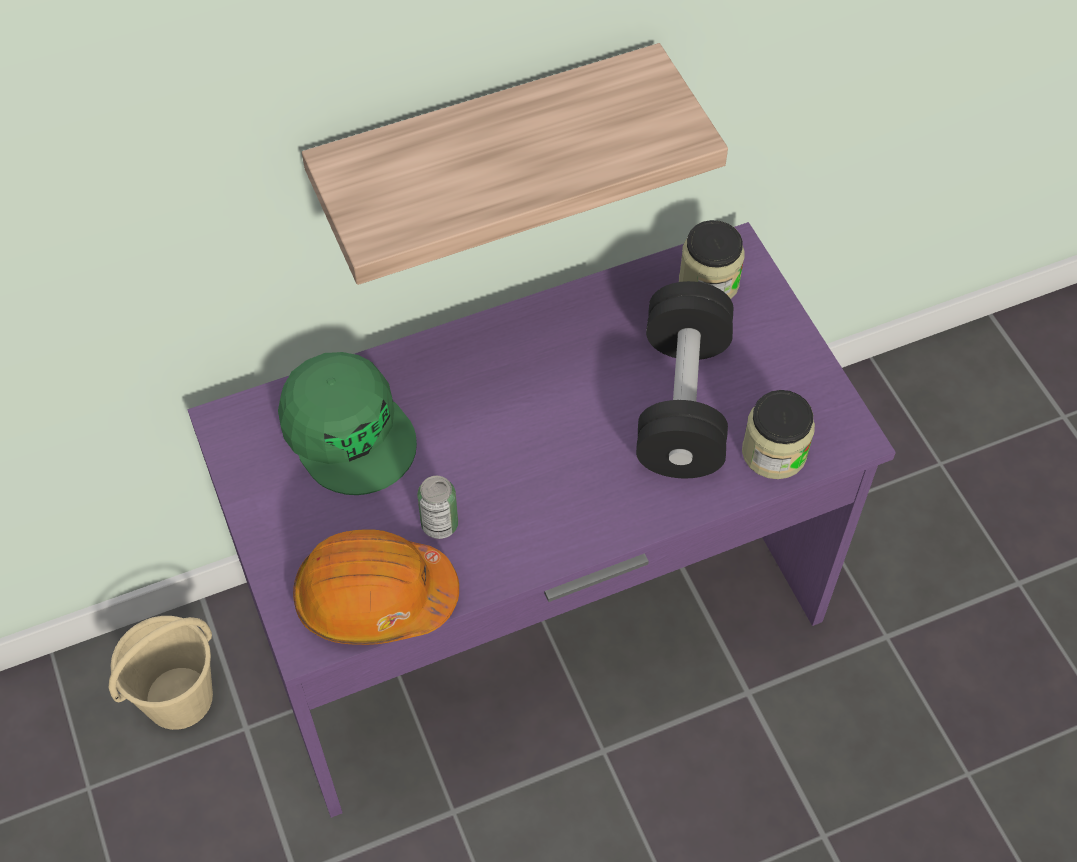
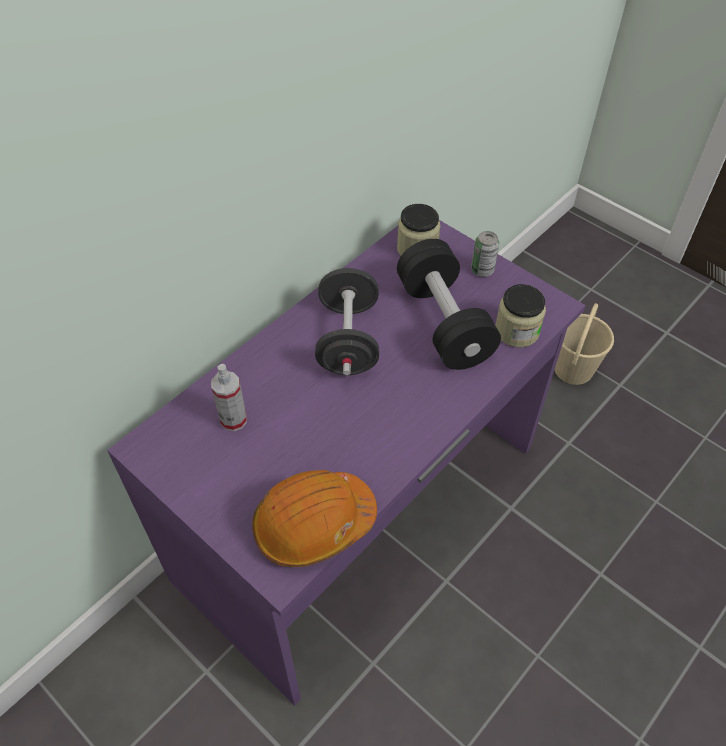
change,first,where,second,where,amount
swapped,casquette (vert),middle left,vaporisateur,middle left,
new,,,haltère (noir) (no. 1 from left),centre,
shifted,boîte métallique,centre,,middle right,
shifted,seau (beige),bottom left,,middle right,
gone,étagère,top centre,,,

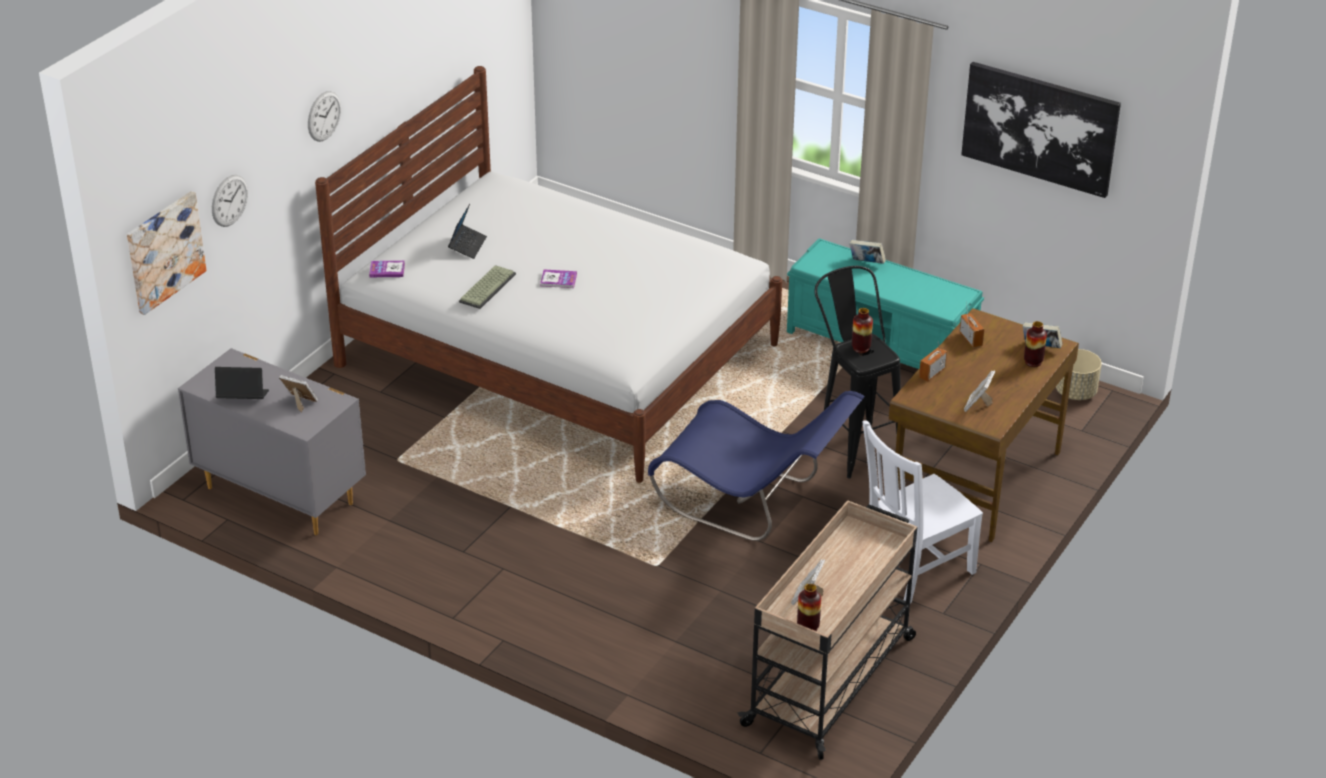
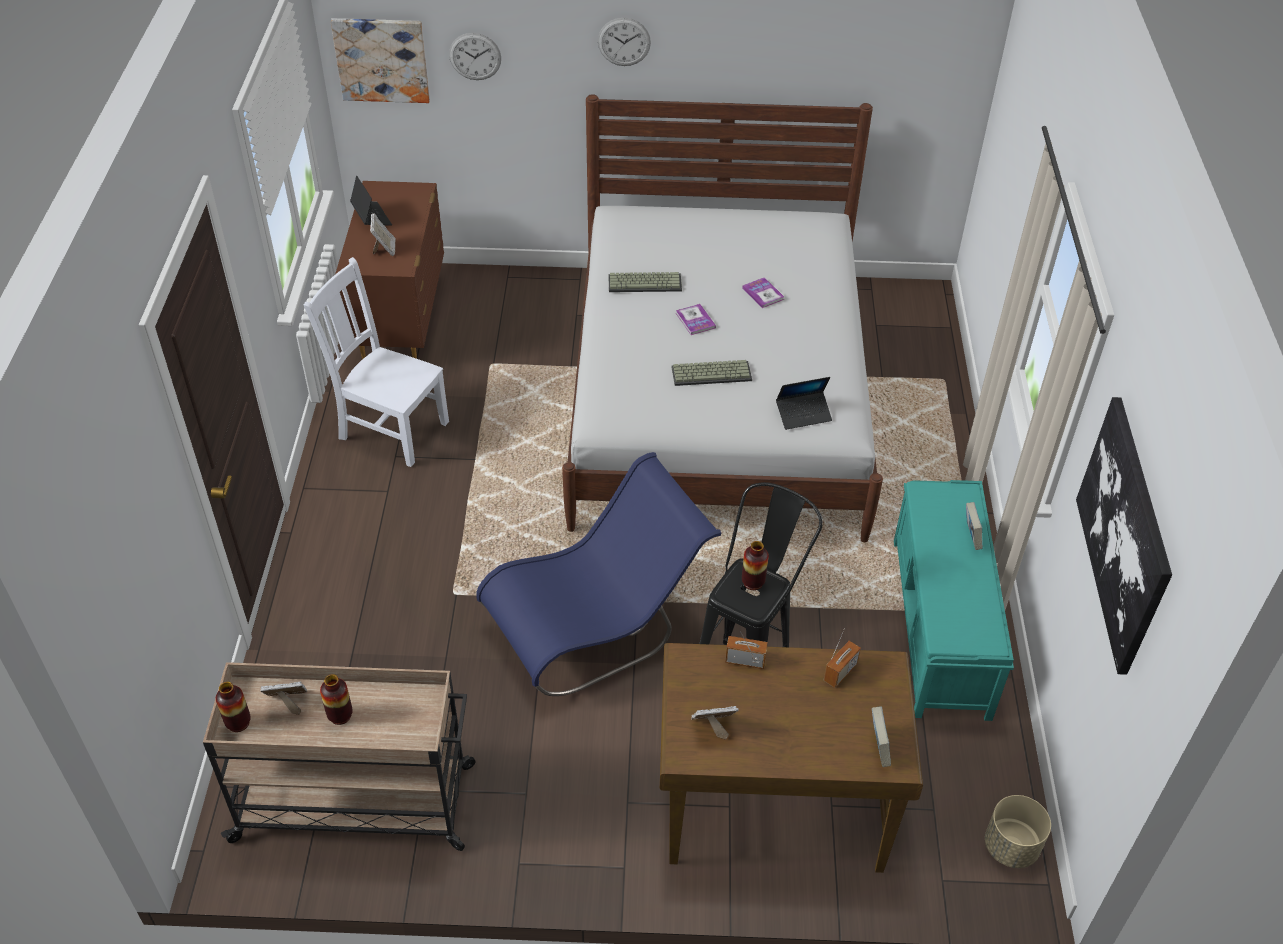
change,first,where,second,where,amount
shifted,chaise (blanc),middle right,,middle left,
shifted,vase (no. 3 from left in the first image),middle right,vase (no. 2 from left),bottom left,
repainted,commode (gris),middle left,commode (marron),top left,
rotated,chaise (bleu),centre,,centre,120 degrees counterclockwise
new,,,clavier (no. 2 from left),centre,
shifted,livre (no. 1 from left in the first image),middle left,livre (no. 2 from left),top centre,
shifted,ordinateur portable (no. 2 from left),top centre,,centre,

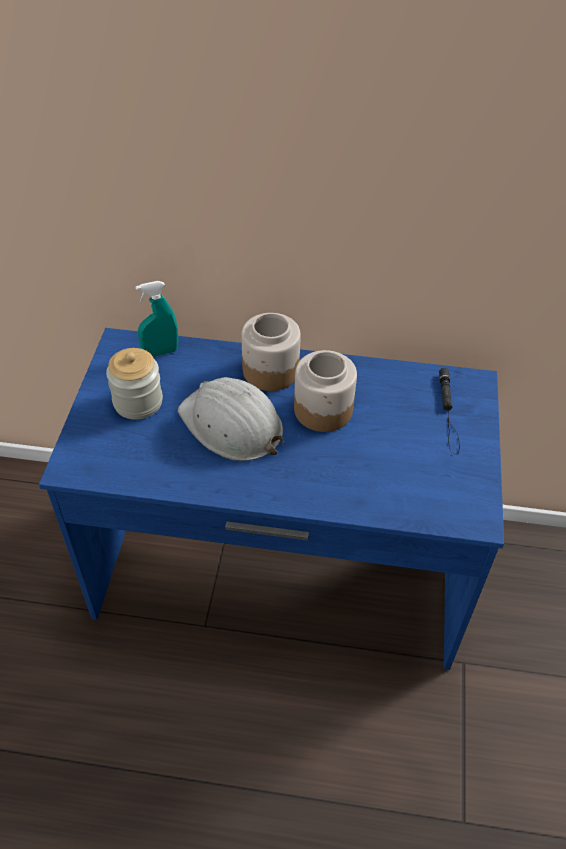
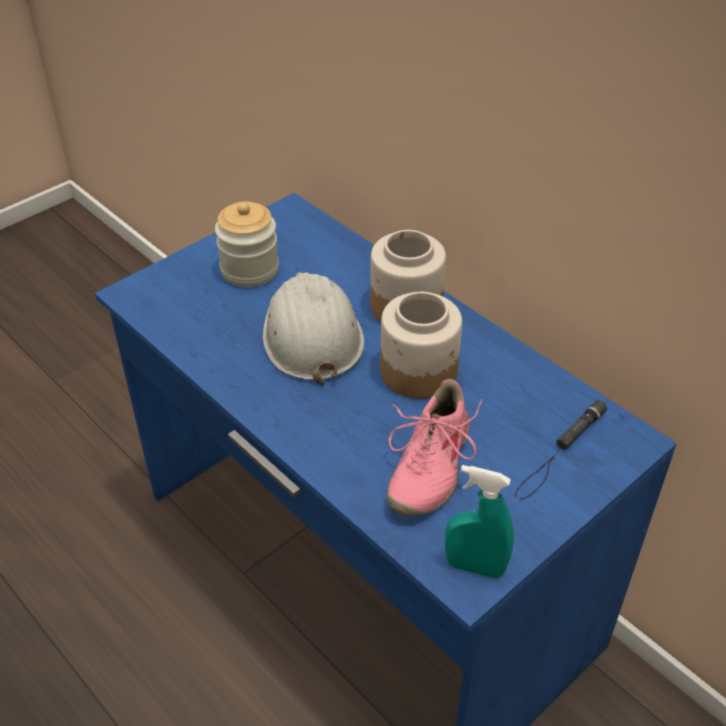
change,first,where,second,where,amount
new,,,chaussure (rose),centre,
shifted,vaporisateur (turquoise),middle left,,bottom centre,

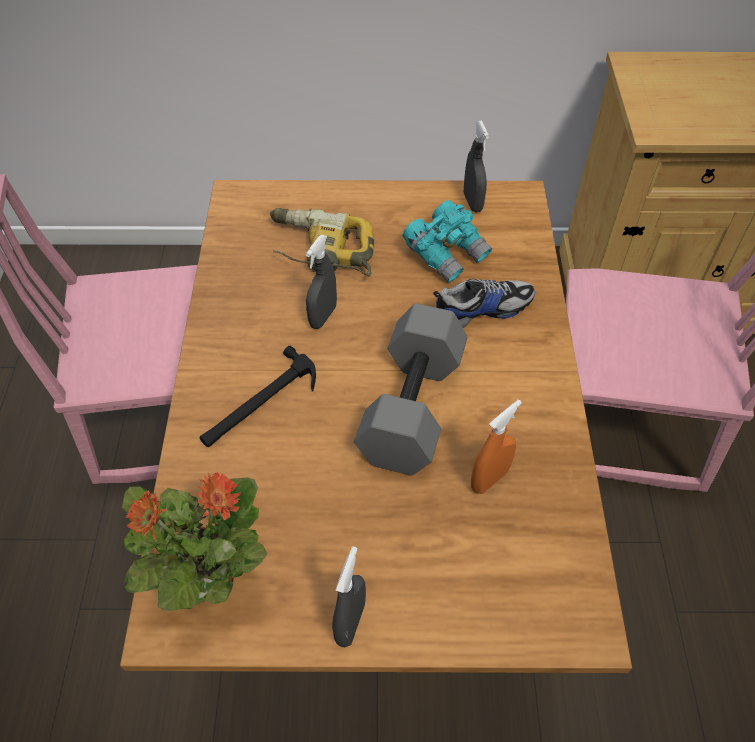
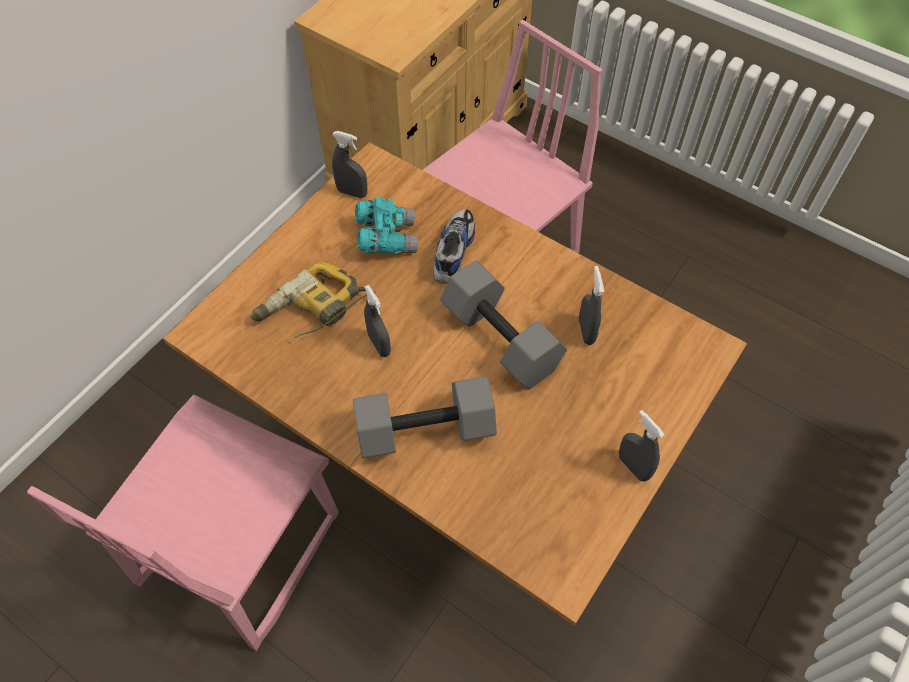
change,first,where,second,where,amount
swapped,marteau,centre,haltère (gris) (no. 1 from left),centre,
repainted,vaporisateur (orange),centre,vaporisateur (gris) (no. 3 from left),centre,
gone,plante en pot,bottom left,,,

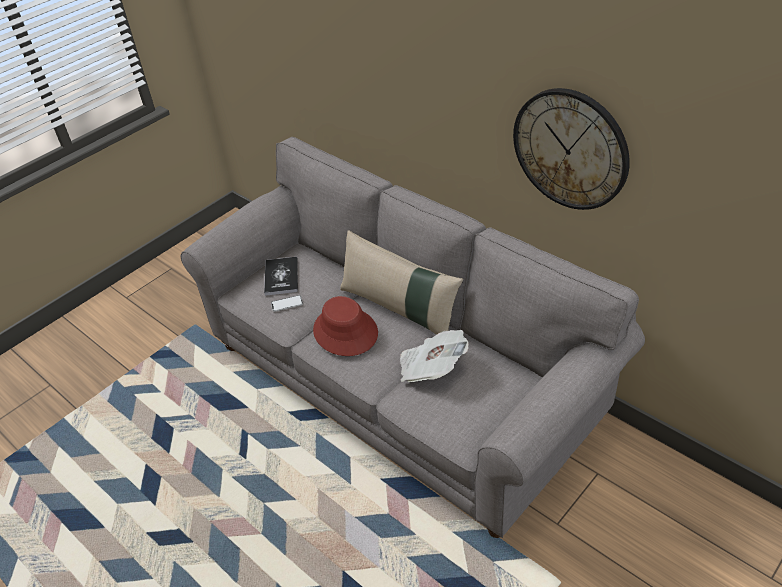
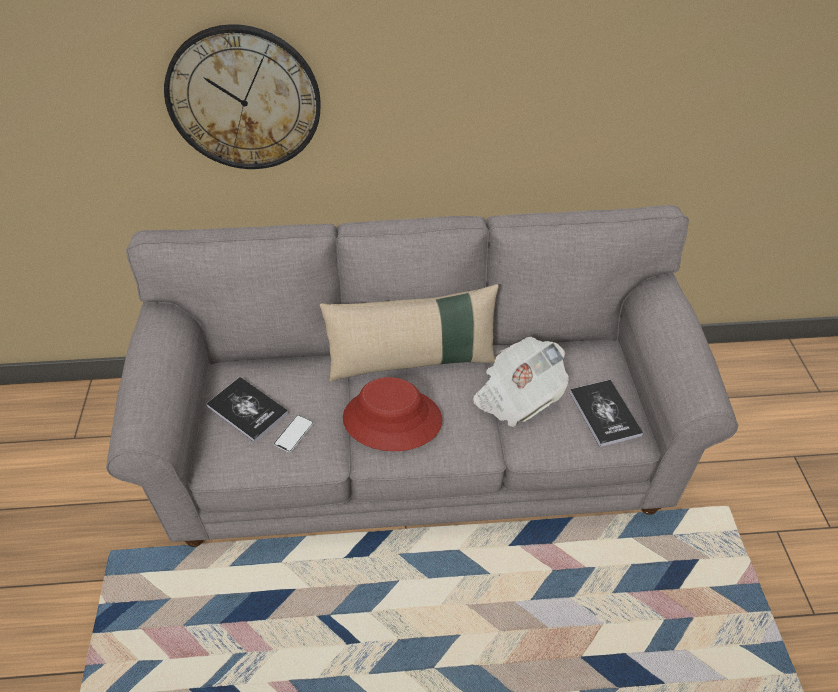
change,first,where,second,where,amount
shifted,horloge murale,top right,,top left,
new,,,livre (no. 2 from left),middle right,

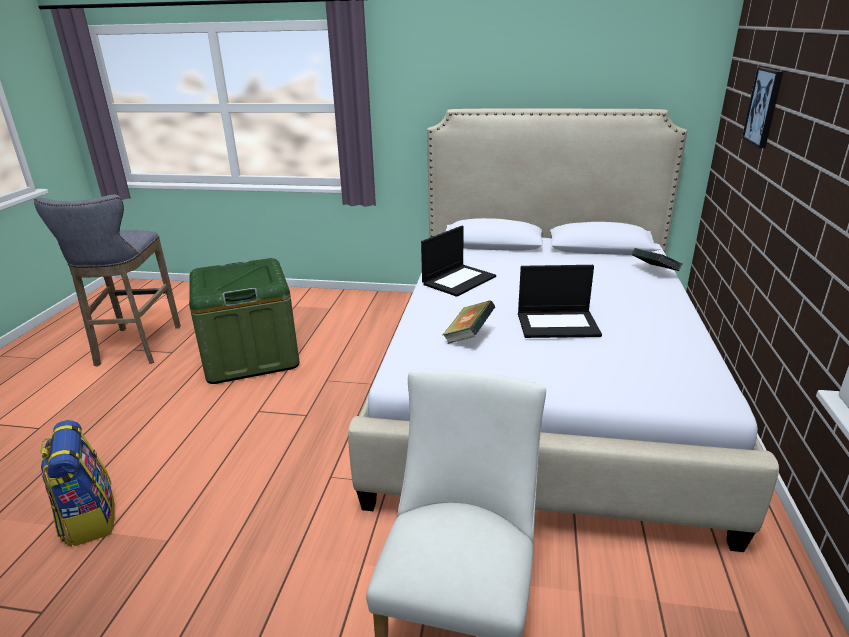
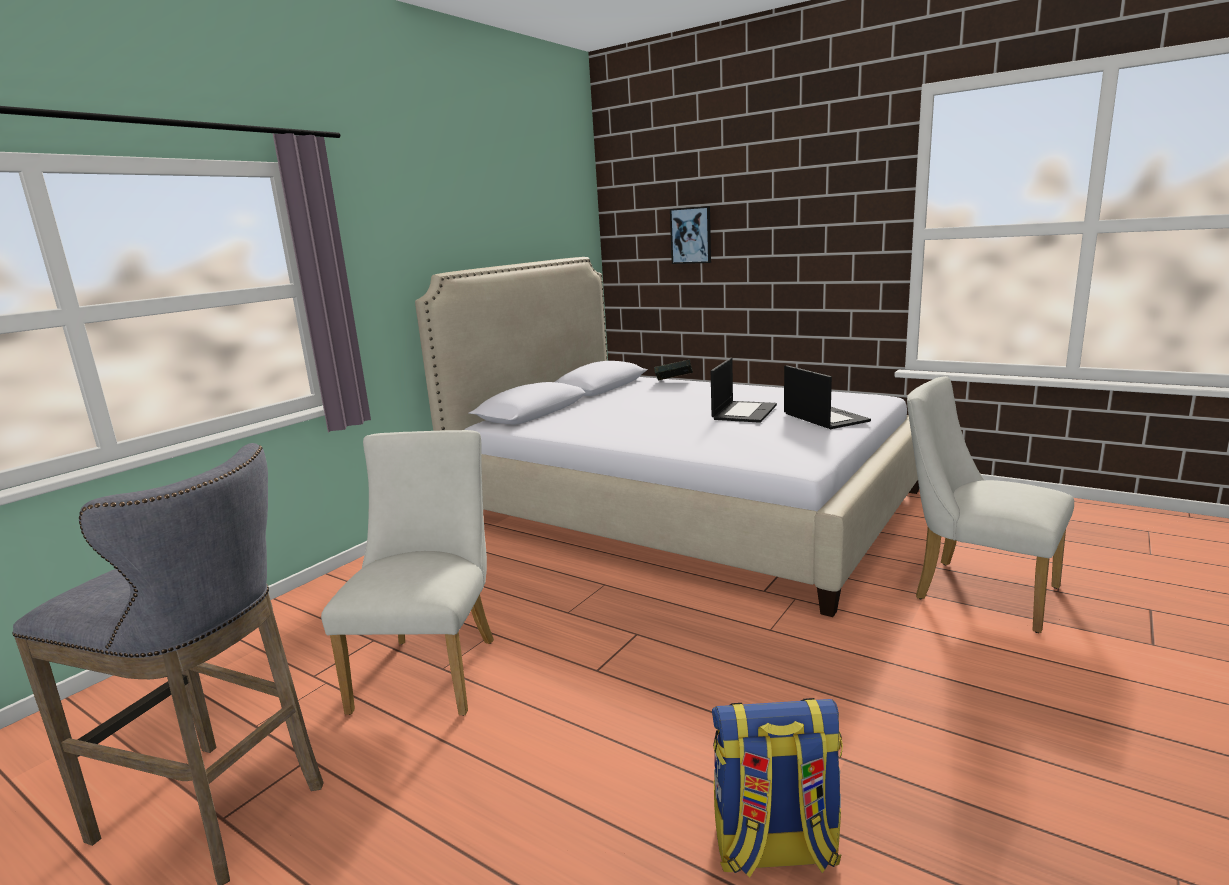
change,first,where,second,where,amount
swapped,boîte de rangement (vert),middle left,chaise (blanc) (no. 1 from left),middle left,
shifted,ordinateur portable (no. 1 from left in the first image),centre,ordinateur portable (no. 2 from left),middle right,
gone,livre (no. 1 from left),centre,,,

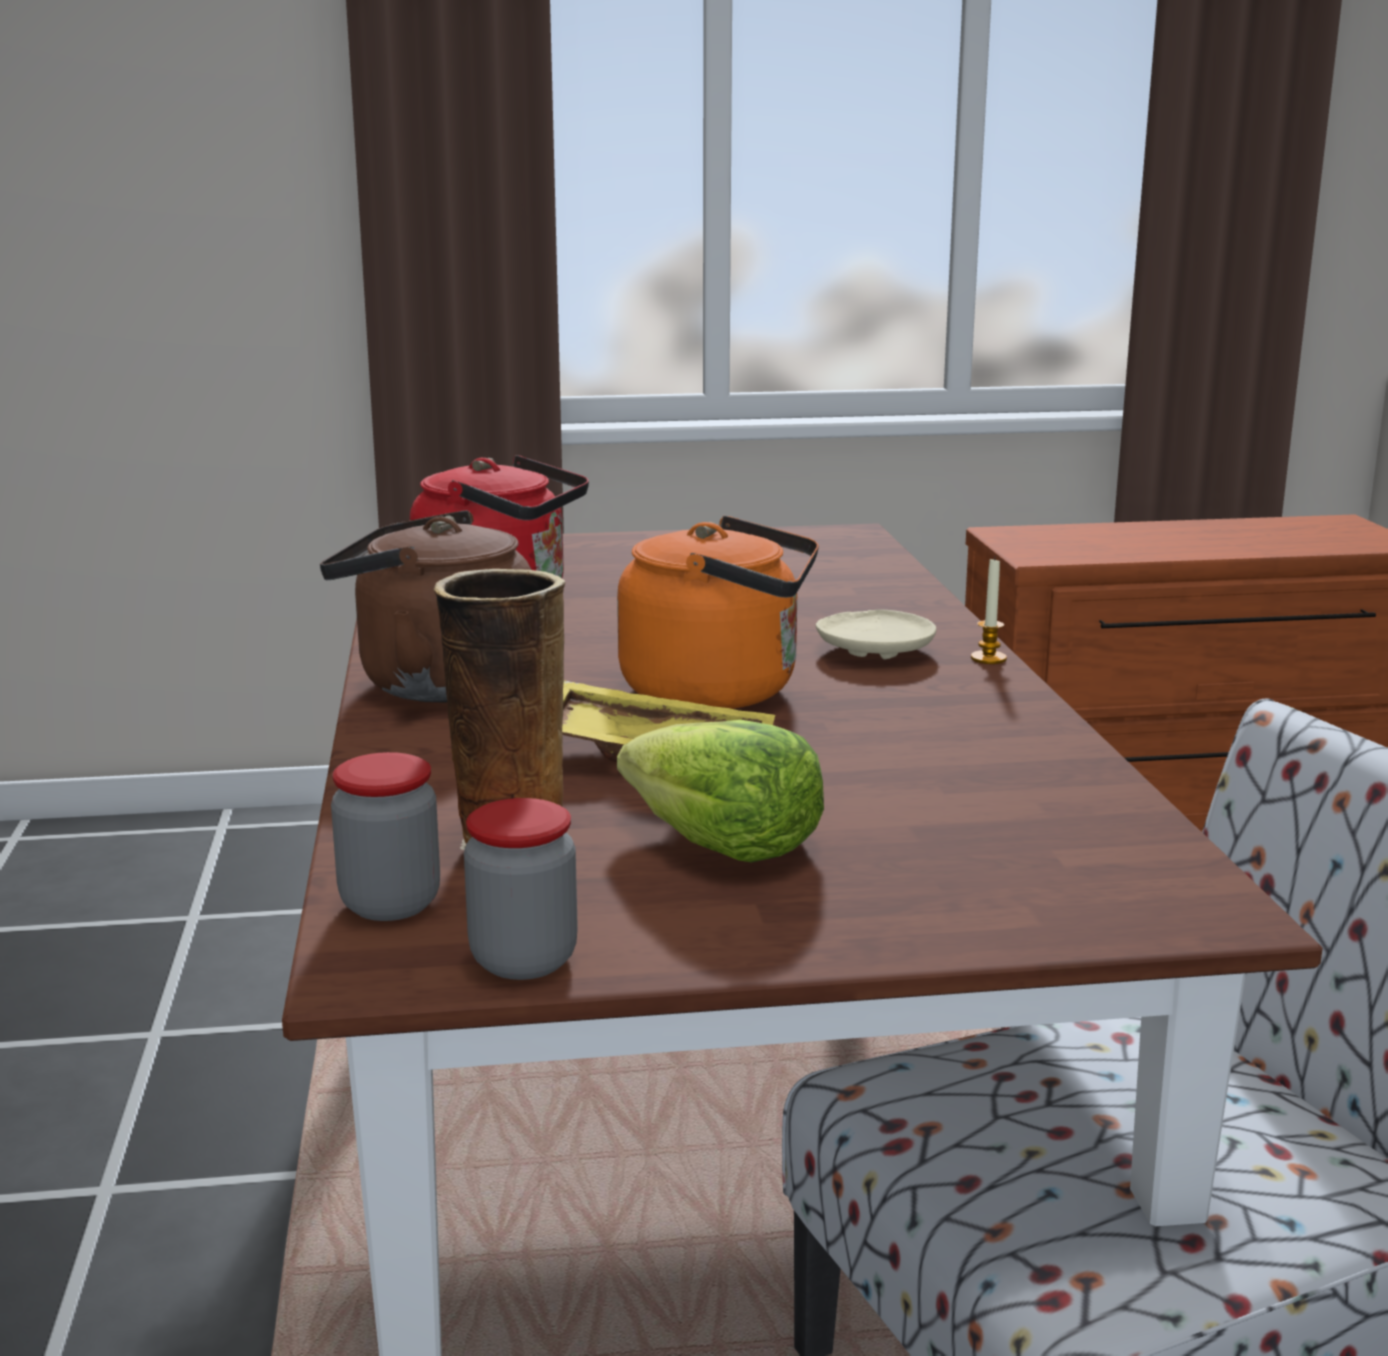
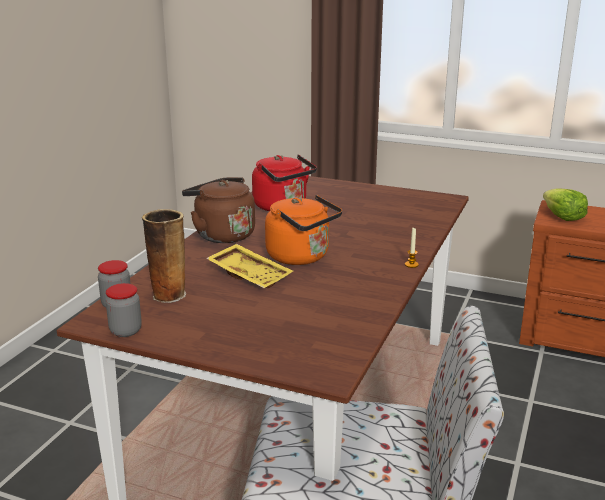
change,first,where,second,where,amount
shifted,laitue,centre,,middle right,
gone,assiette (beige),centre,,,

